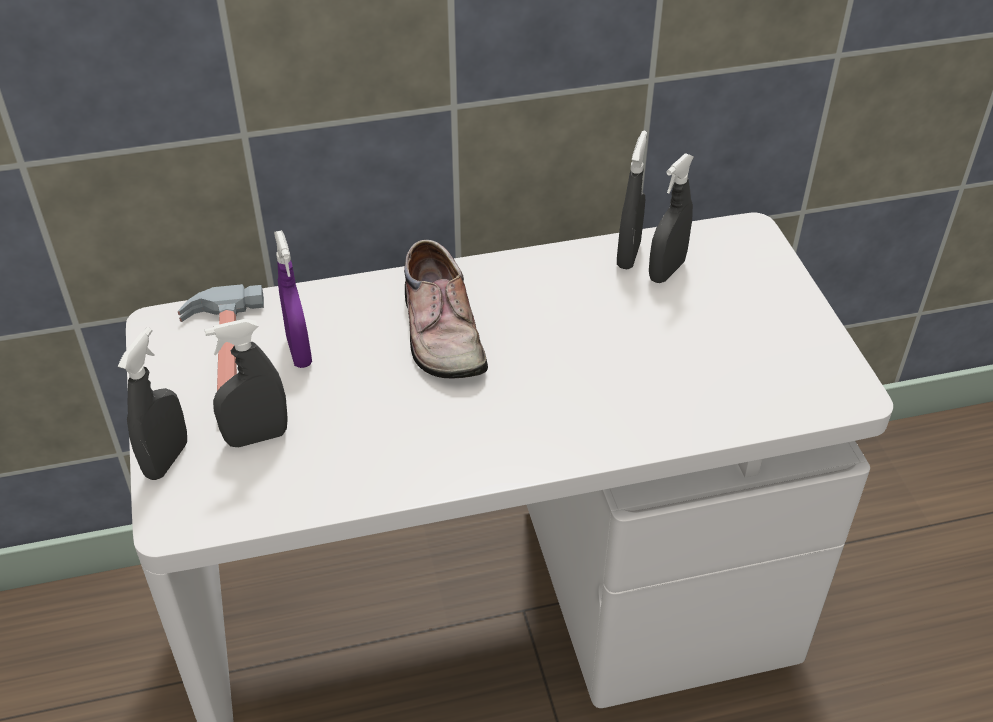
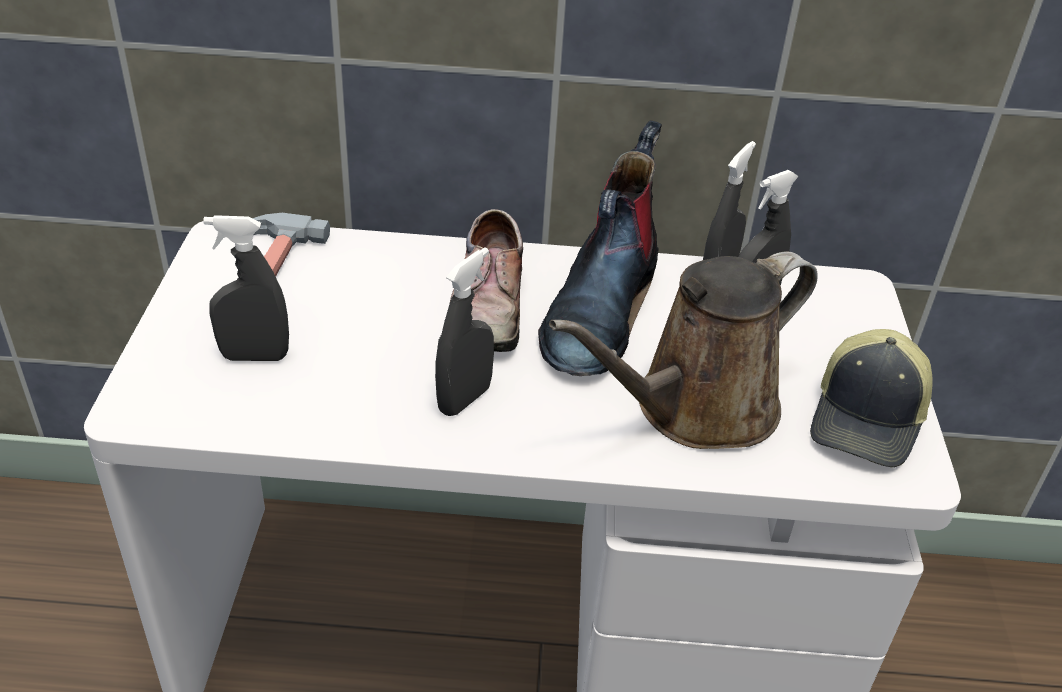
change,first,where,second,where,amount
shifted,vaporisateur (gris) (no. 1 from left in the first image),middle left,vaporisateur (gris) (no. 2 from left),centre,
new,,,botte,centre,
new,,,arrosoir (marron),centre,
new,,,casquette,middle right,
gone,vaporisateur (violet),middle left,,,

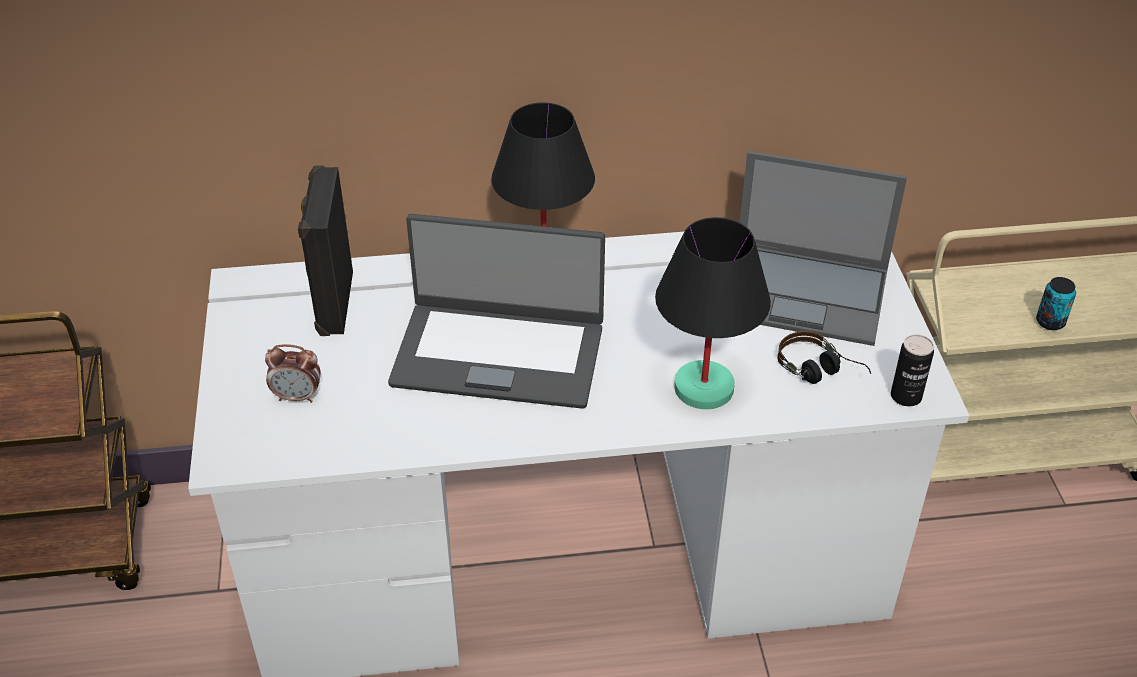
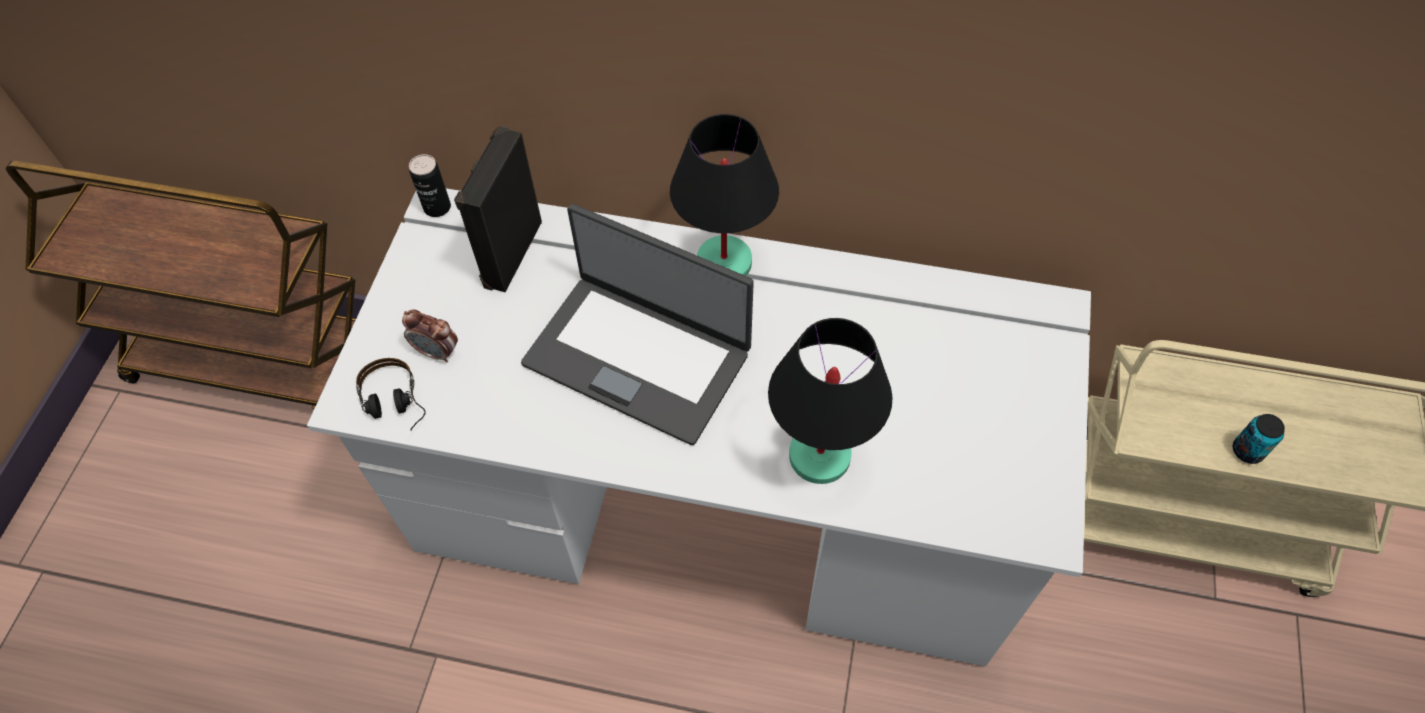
change,first,where,second,where,amount
shifted,casque audio,middle right,,middle left,
shifted,boîte métallique (no. 1 from left),middle right,,top left,
gone,ordinateur portable (no. 2 from left),middle right,,,

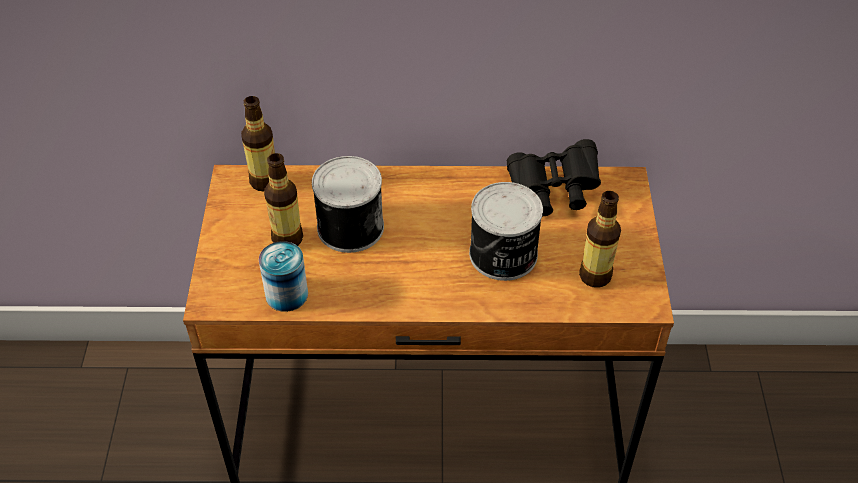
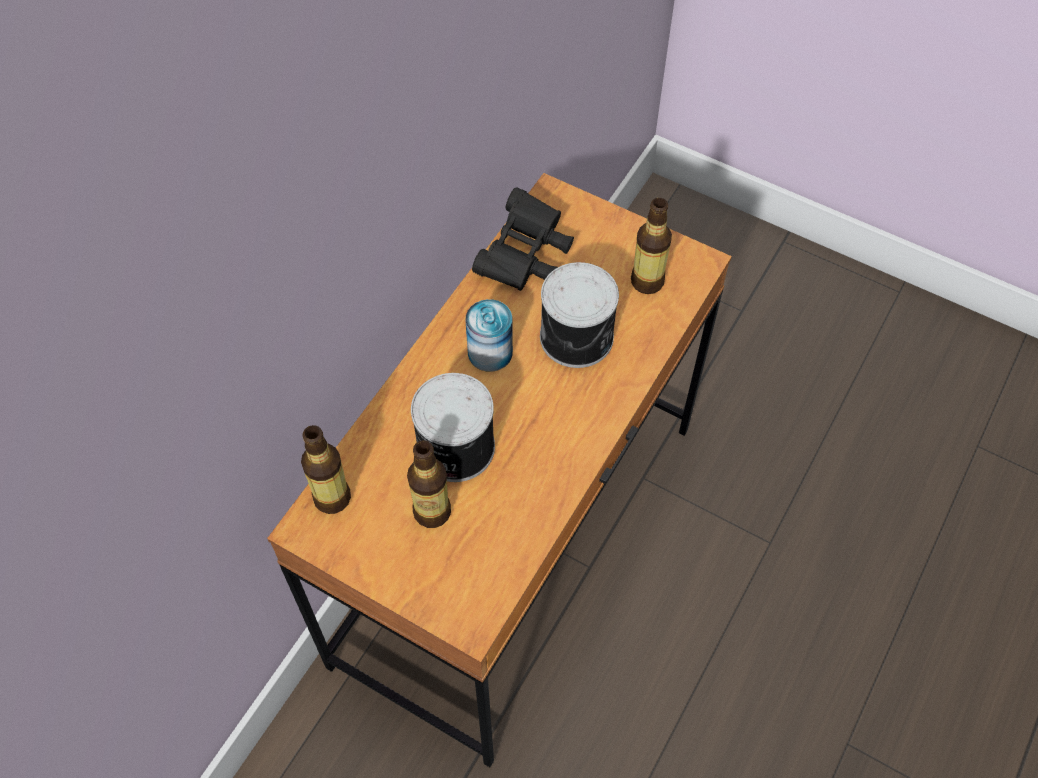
change,first,where,second,where,amount
shifted,boîte métallique (no. 1 from left in the first image),middle left,boîte métallique (no. 2 from left),centre,

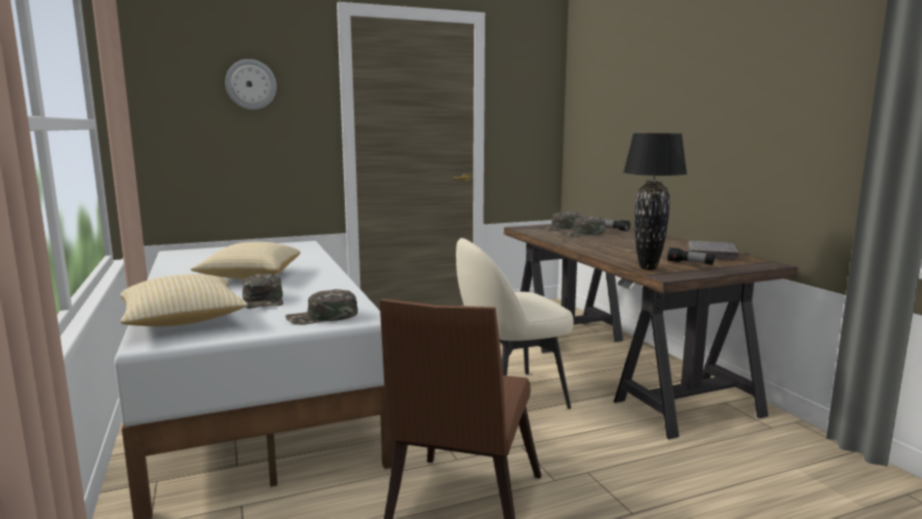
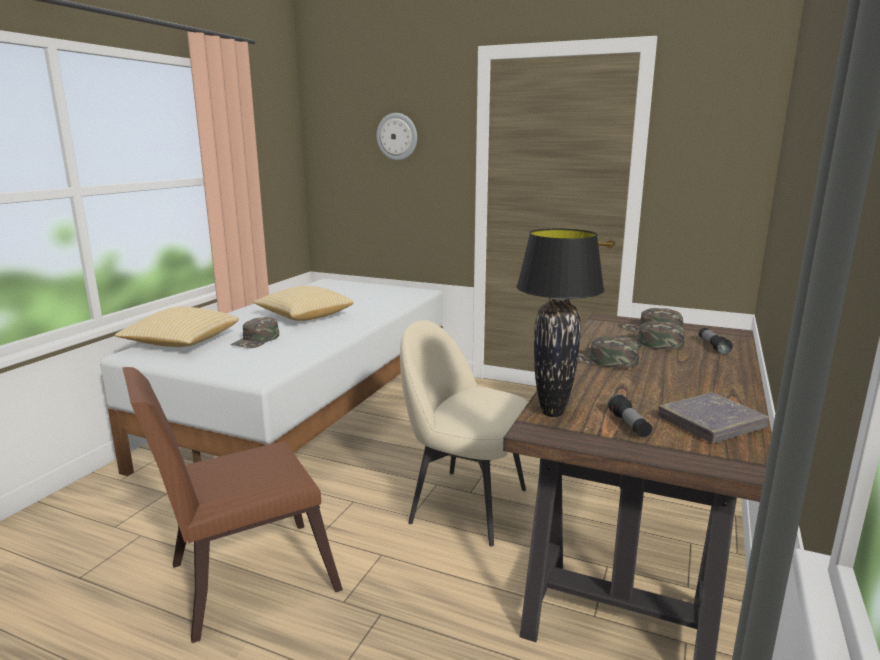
change,first,where,second,where,amount
shifted,casquette (vert) (no. 2 from left),centre,,middle right,

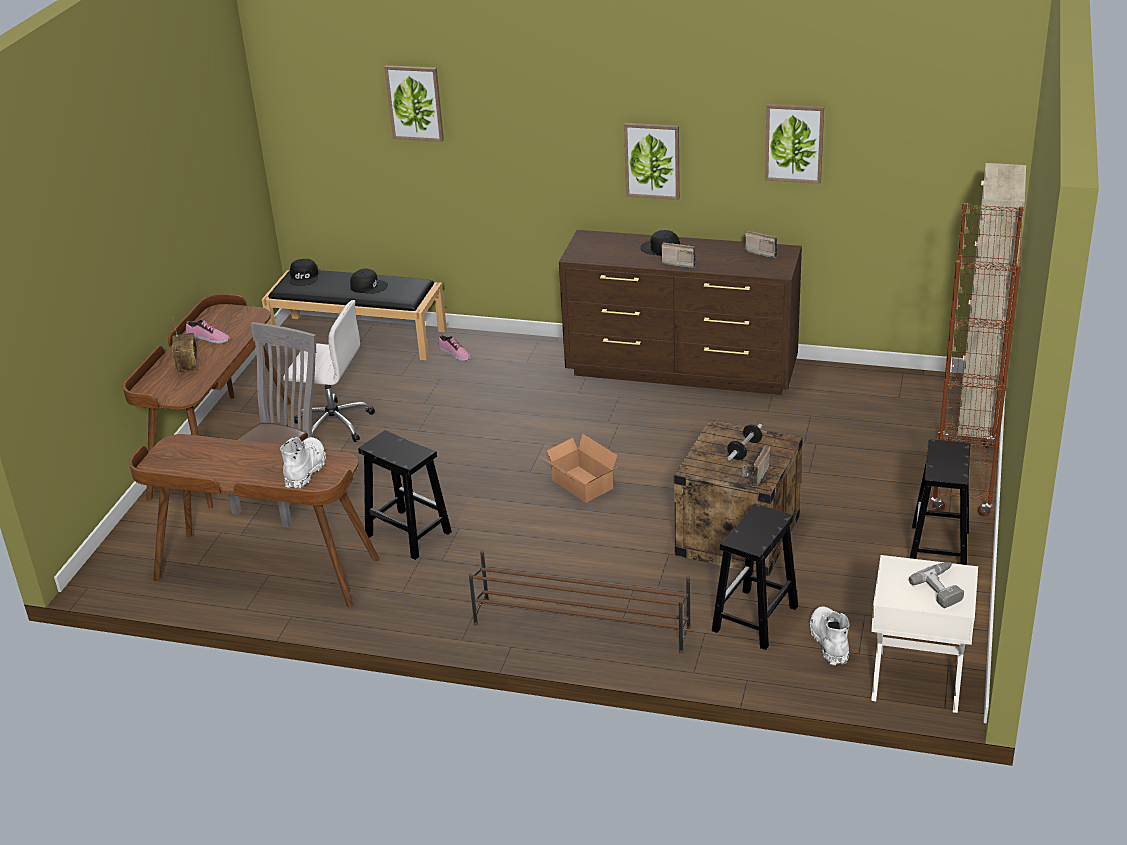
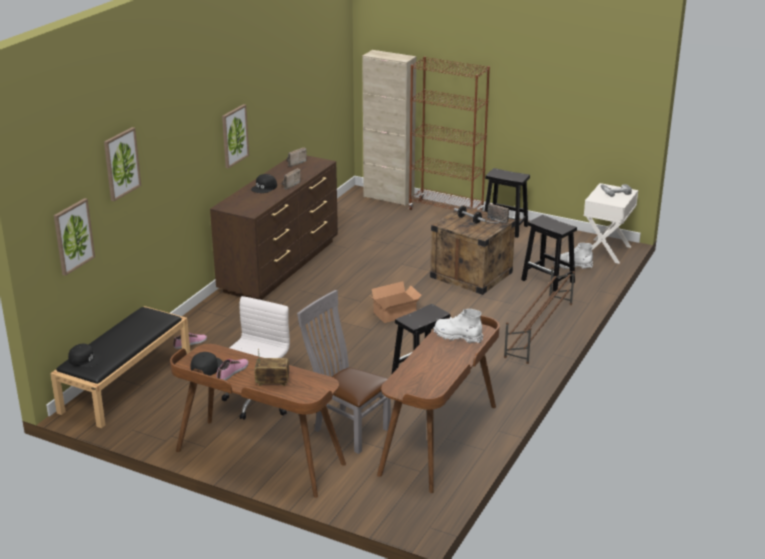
change,first,where,second,where,amount
shifted,tableau (no. 3 from left in the first image),top right,tableau (no. 1 from left),middle left,
shifted,casquette (noir) (no. 2 from left),top left,,middle left,

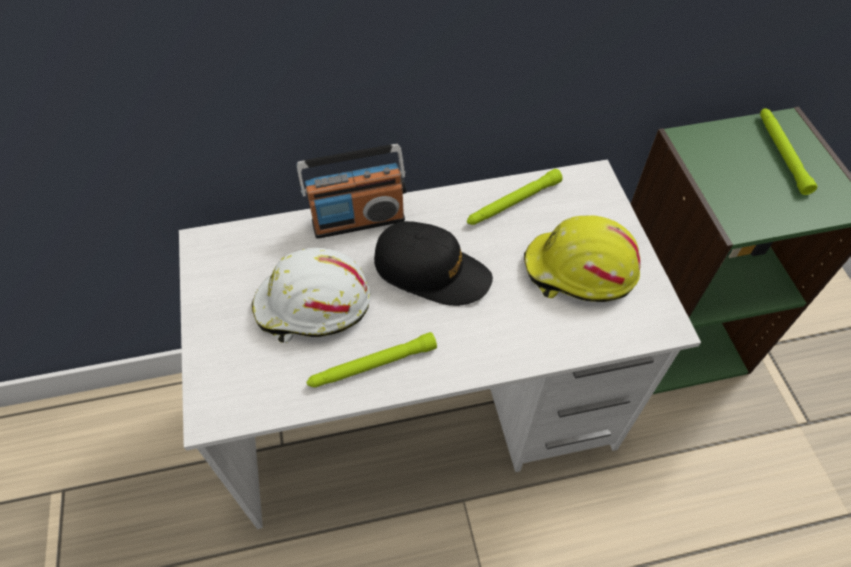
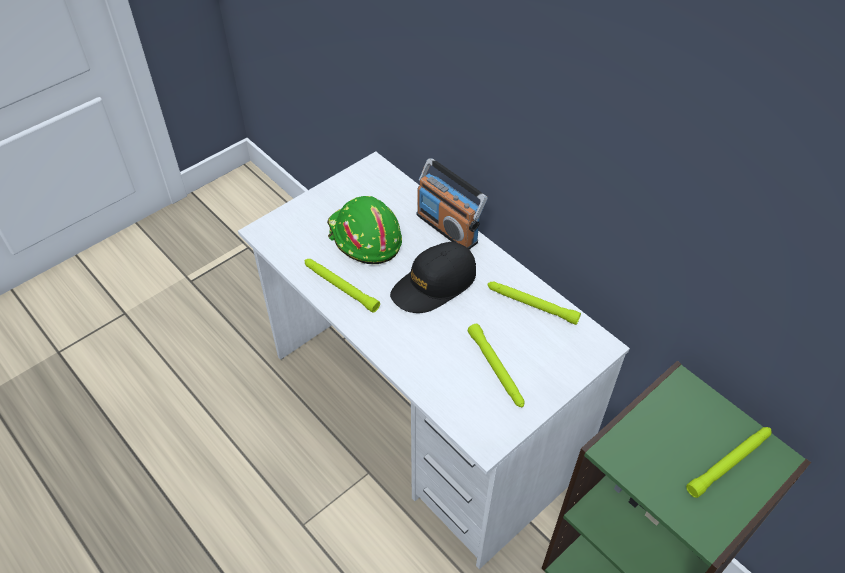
change,first,where,second,where,amount
repainted,casque de chantier (blanc),centre,casque de chantier (vert),centre,
rotated,casquette (noir),centre,,centre,60 degrees clockwise
swapped,casque de chantier (jaune),middle right,lampe de poche (vert) (no. 2 from left),centre,

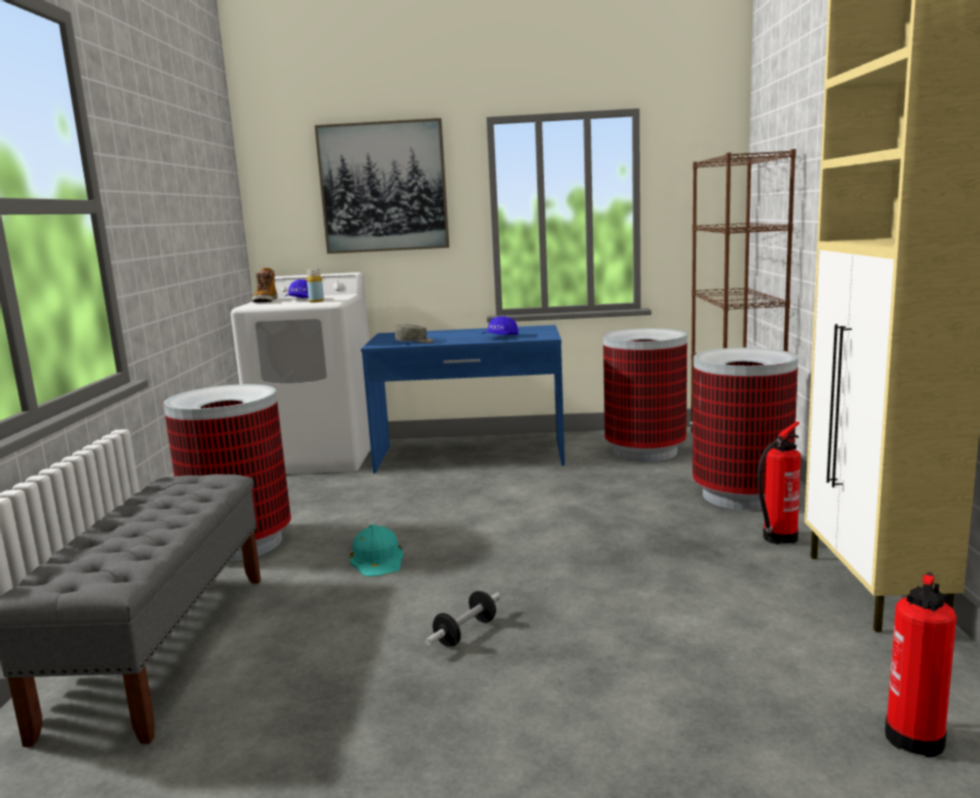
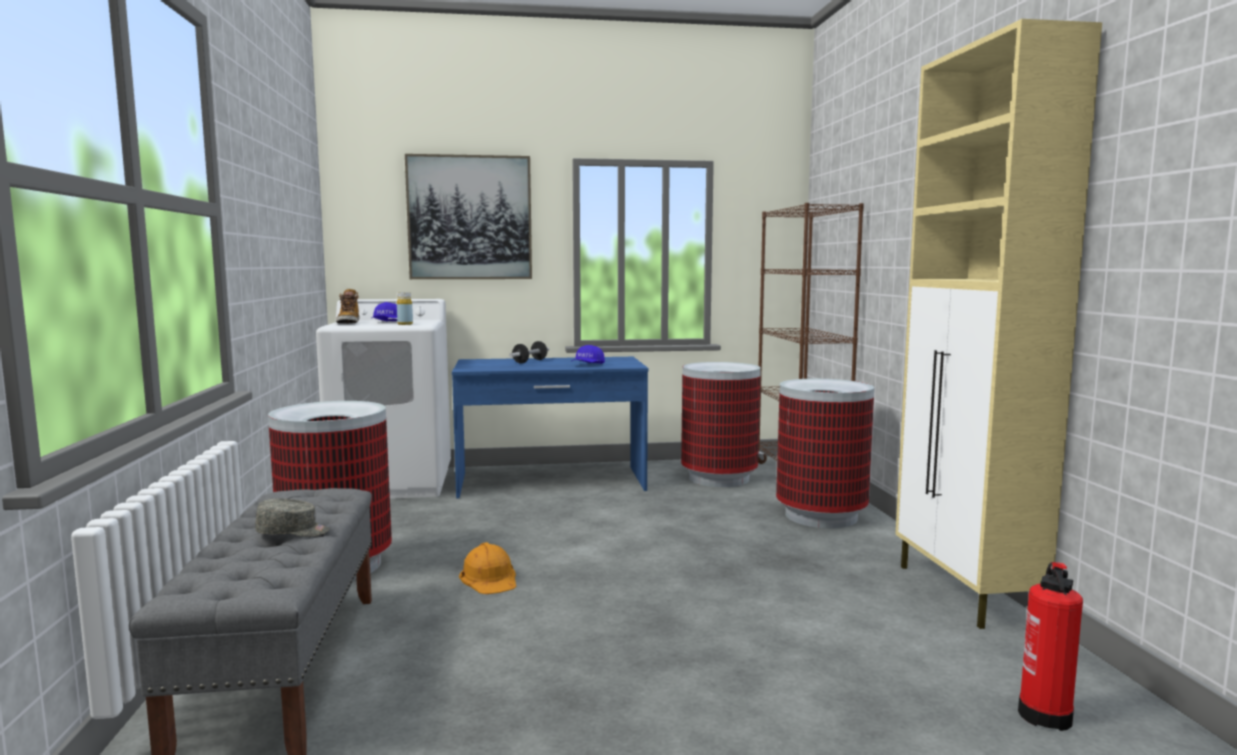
change,first,where,second,where,amount
shifted,casquette (gris),centre,,bottom left,
repainted,casque de chantier (turquoise),bottom centre,casque de chantier (orange),bottom centre,
shifted,haltère,bottom centre,,centre,
gone,extincteur (no. 1 from left),middle right,,,

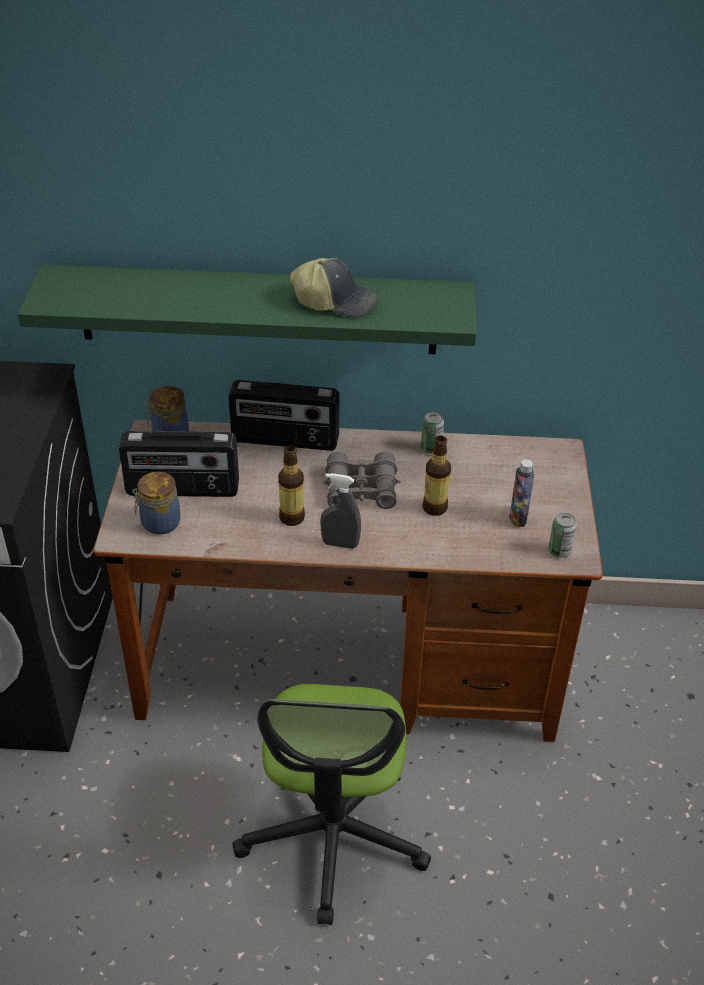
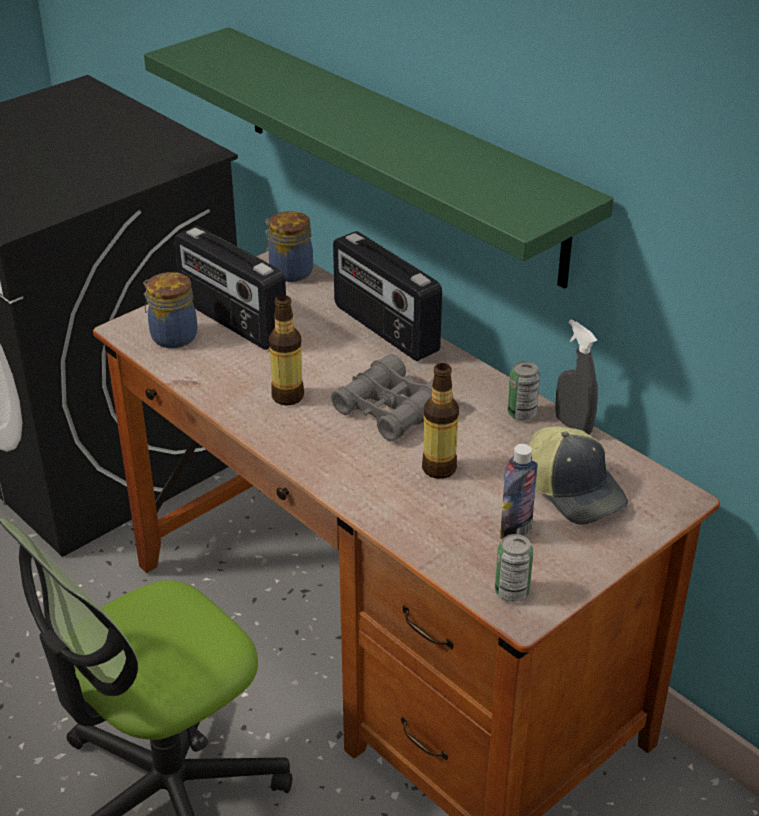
change,first,where,second,where,amount
shifted,casquette,top centre,,middle right,
shifted,vaporisateur (gris),centre,,middle right,

